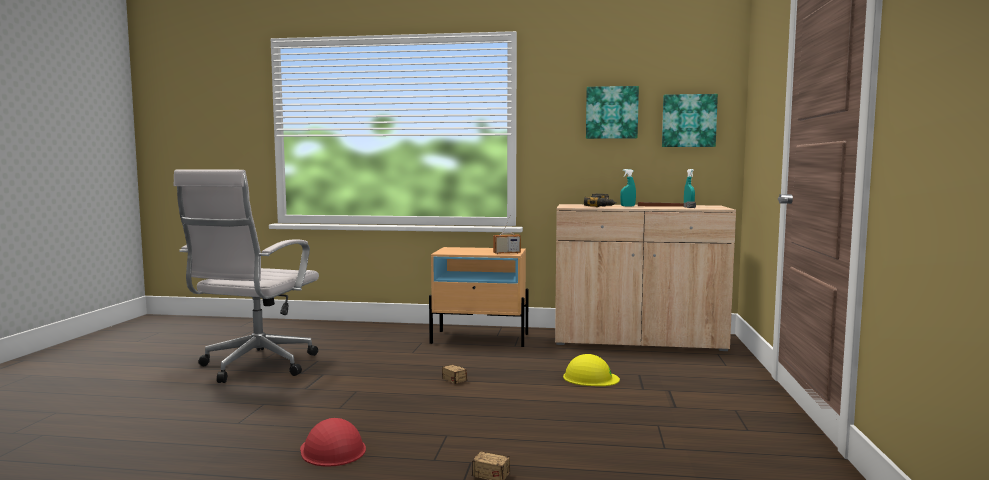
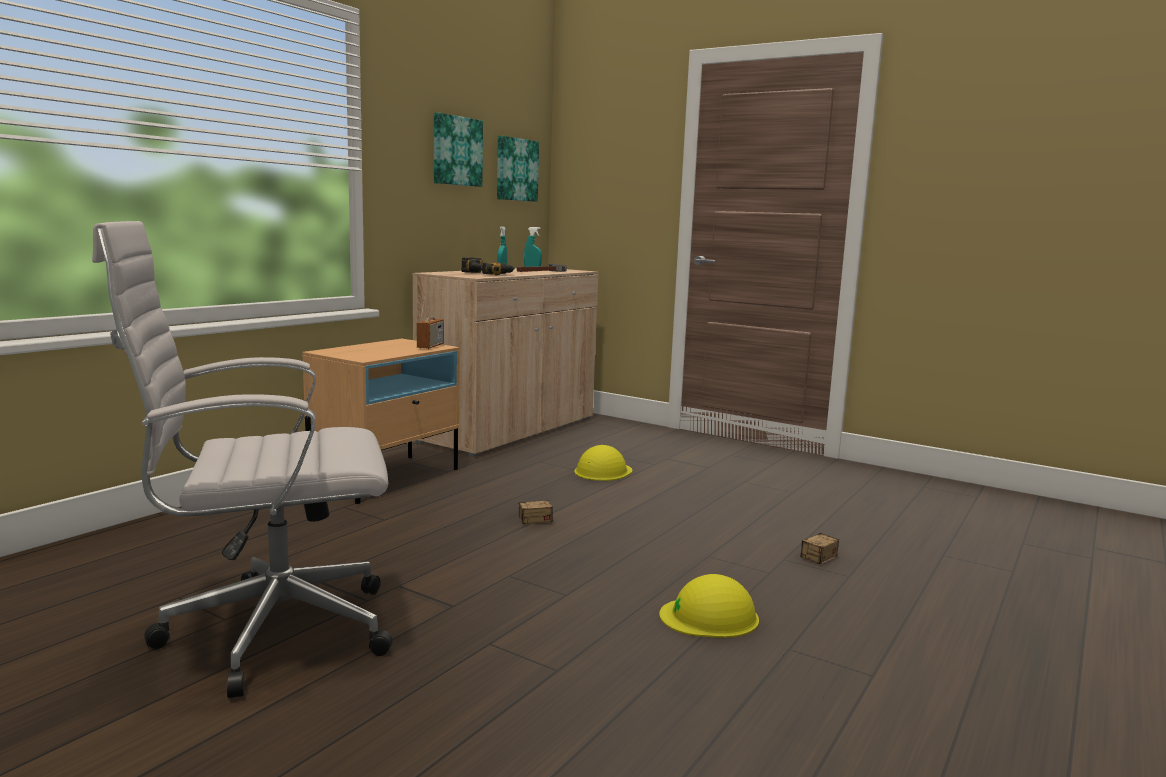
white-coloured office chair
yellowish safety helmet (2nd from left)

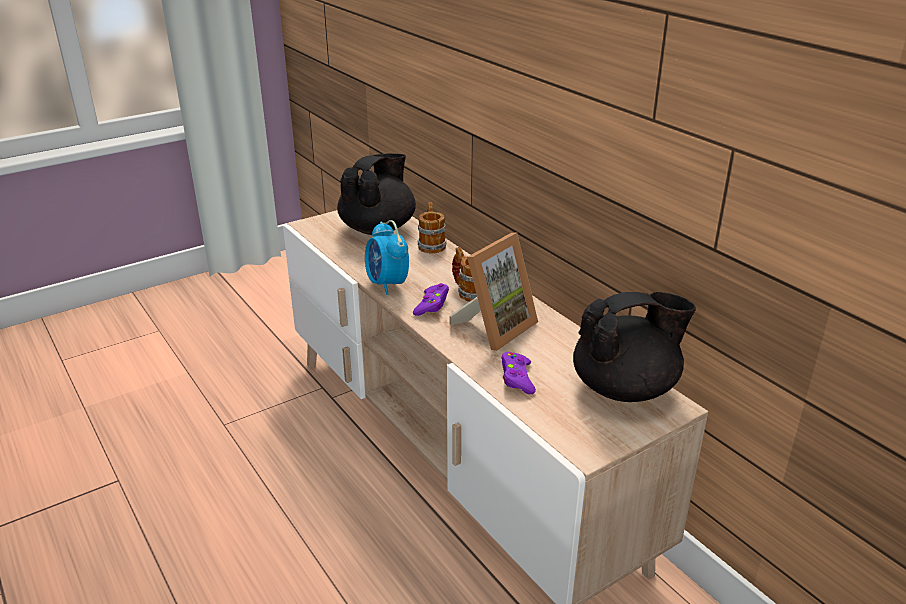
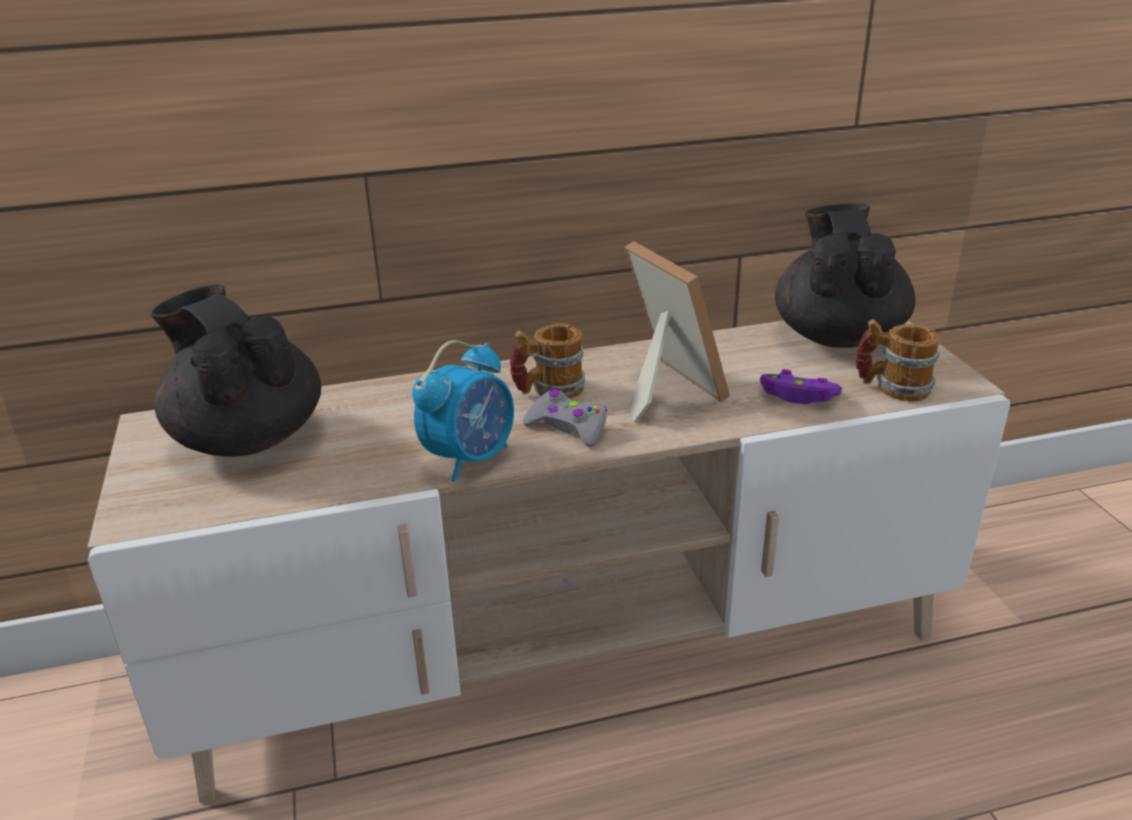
alarm clock
greyish joypad
mug (2nd from left)

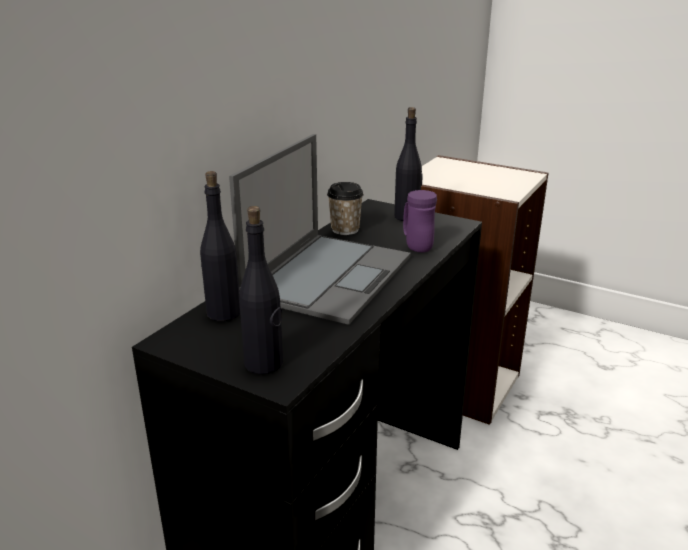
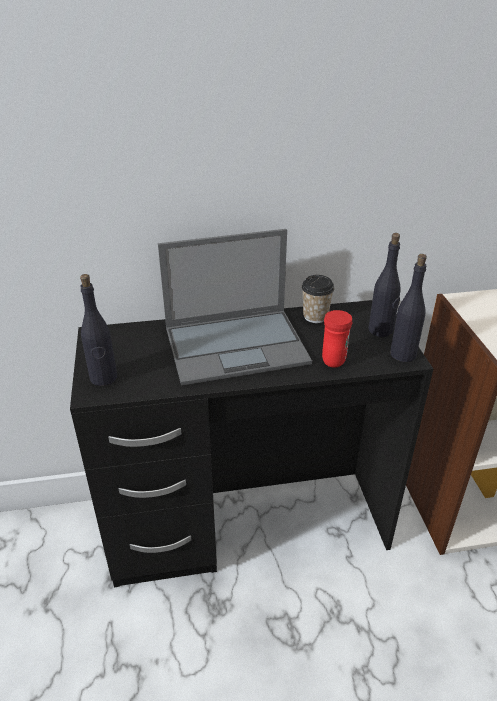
black beverage bottle (3rd from left)
reddish mug

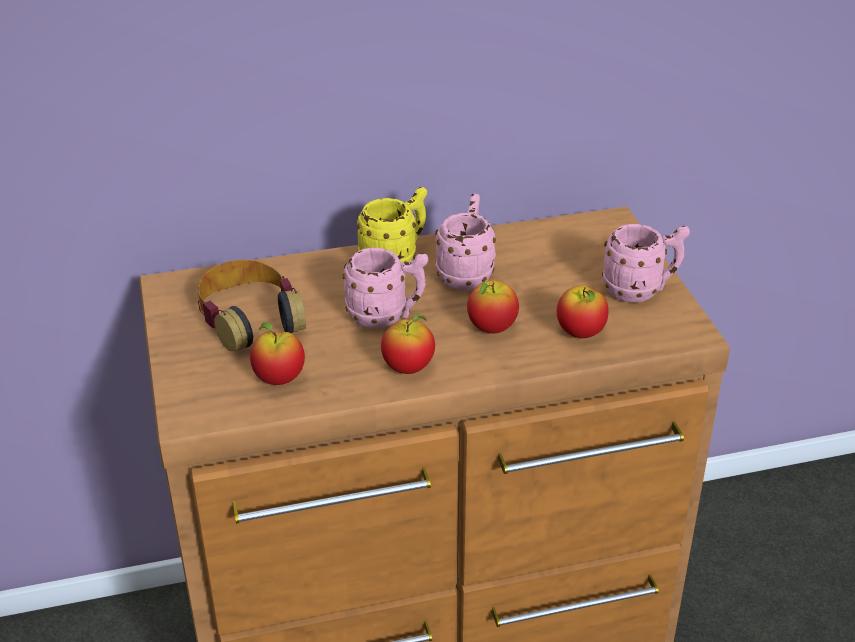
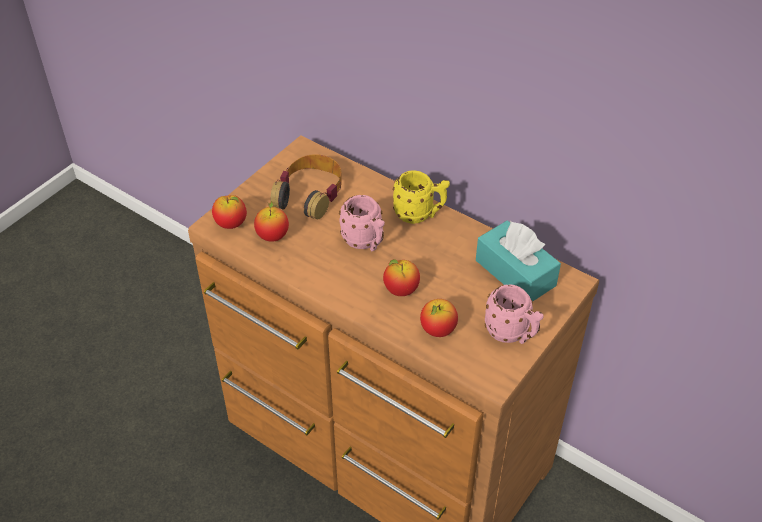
whole apple (1st from left)
pink-coloured mug (2nd from left in the first image)
turquoise-coloured tissue box

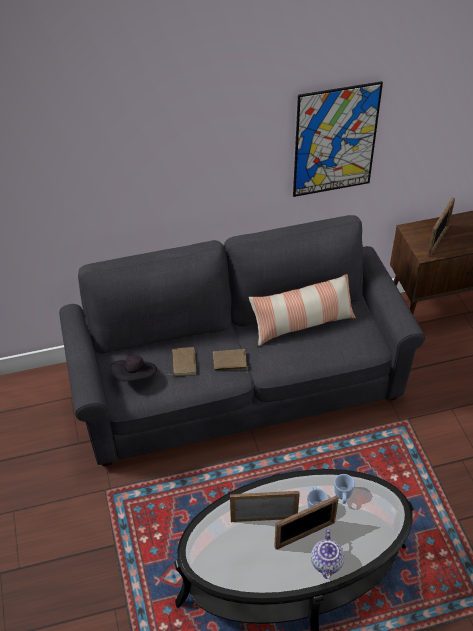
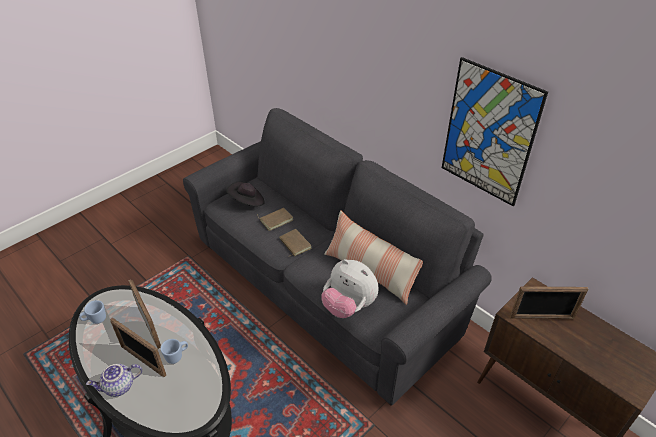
blue mug (1st from left)
plush toy

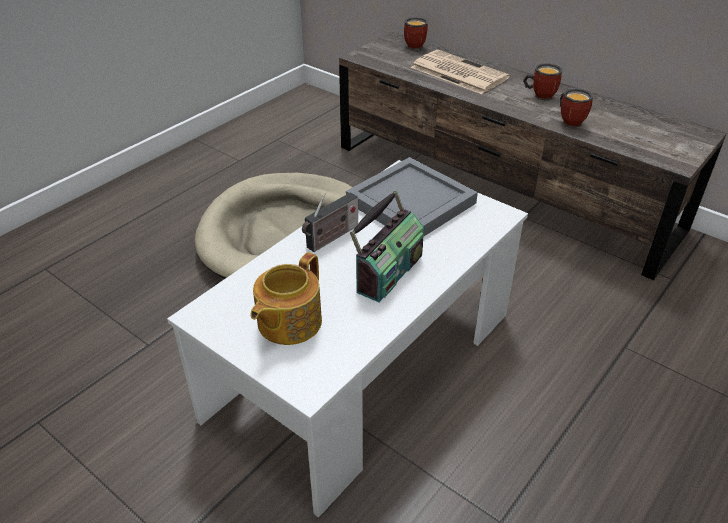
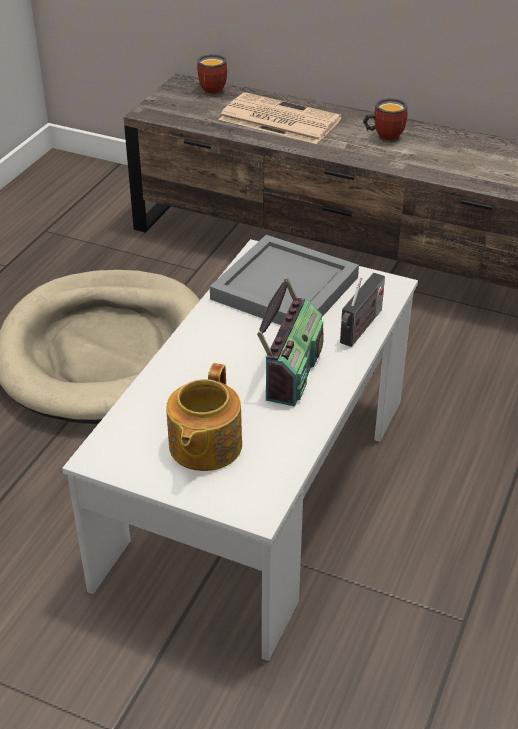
radio (2nd from left)
mug (3rd from left in the first image)

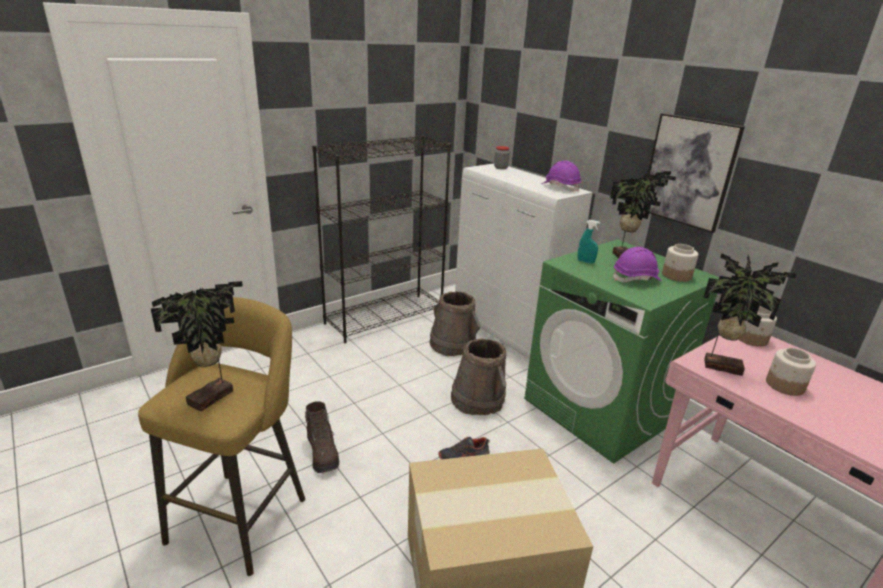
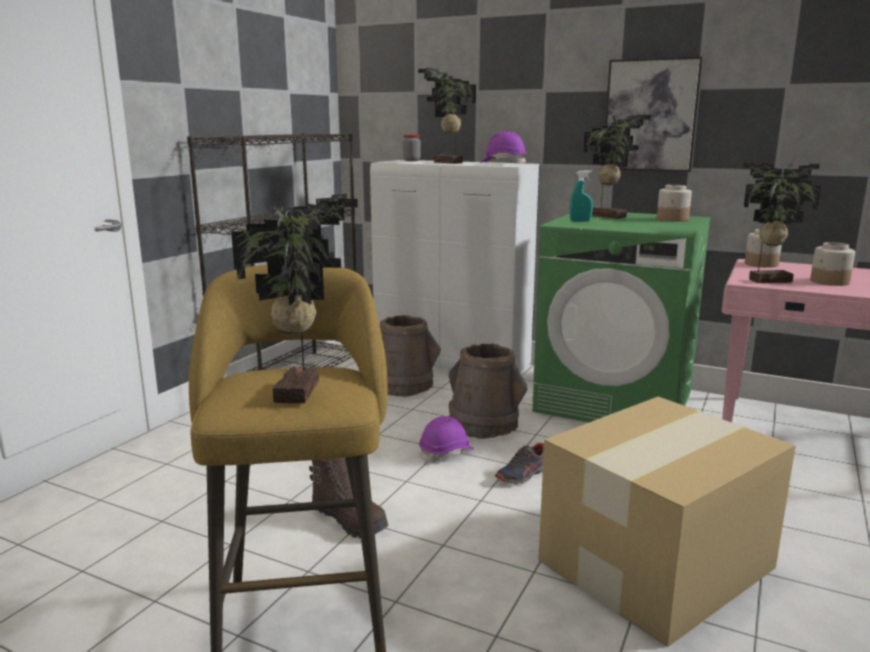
purple safety helmet (1st from left)
houseplant (2nd from left)

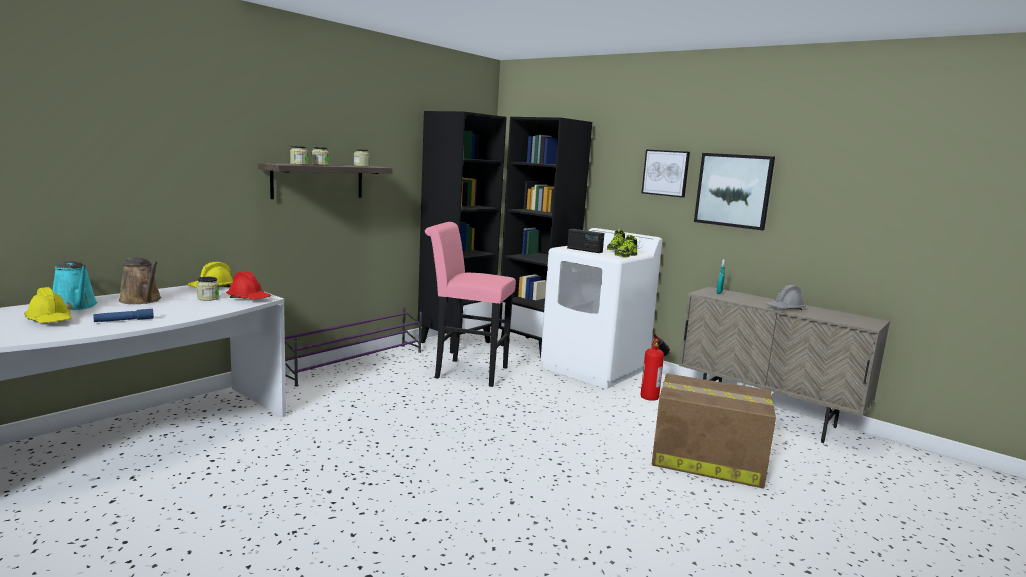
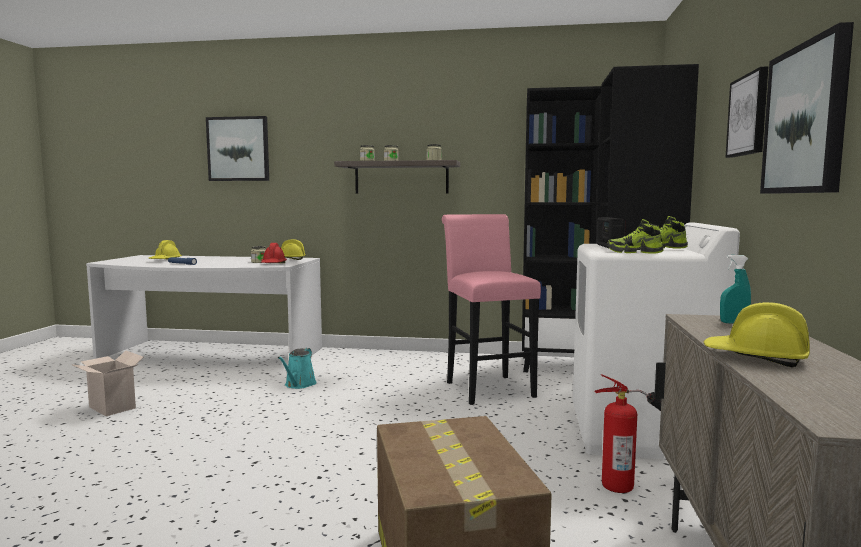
turquoise-coloured sprinkling can
brown sprinkling can
purple shoe rack
yellowish safety helmet (3rd from left)
cardboard box (1st from left)
picture (1st from left)

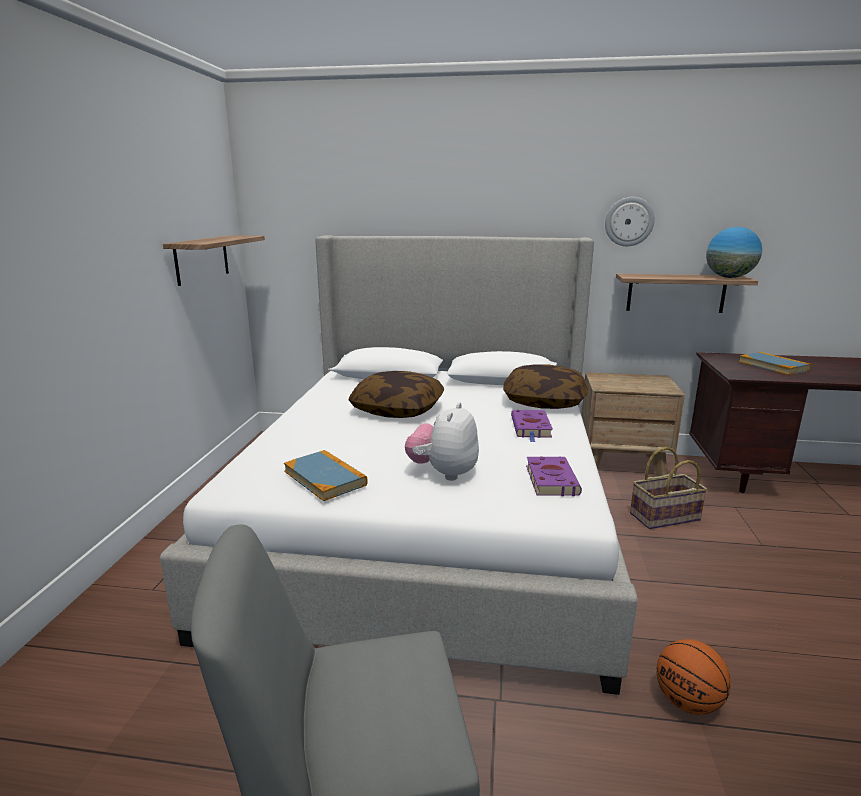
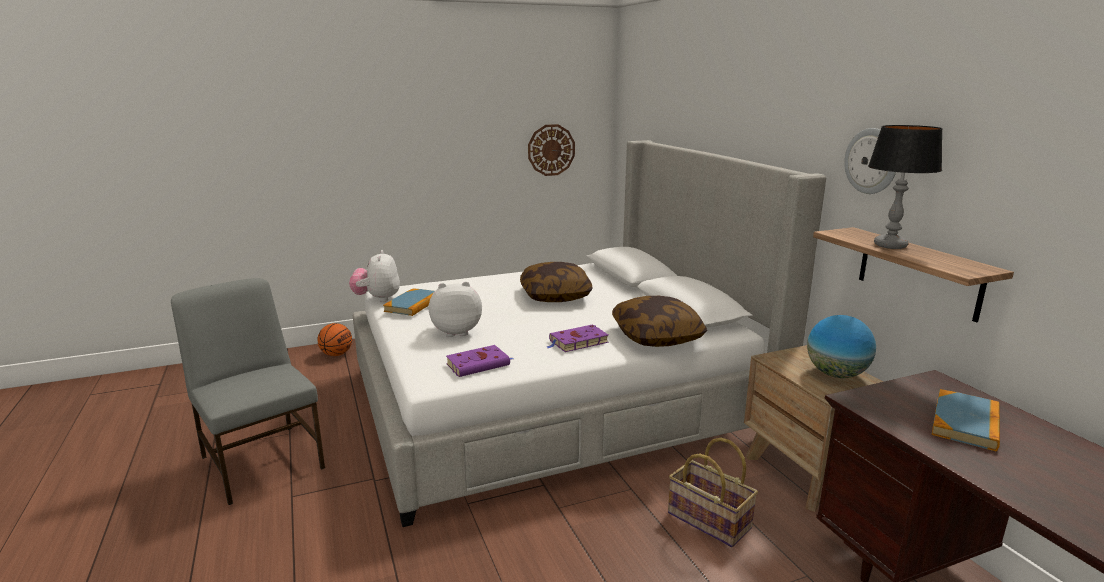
hanging clock (1st from left)
basketball ball
world globe
plush toy (1st from left)
tabletop lamp

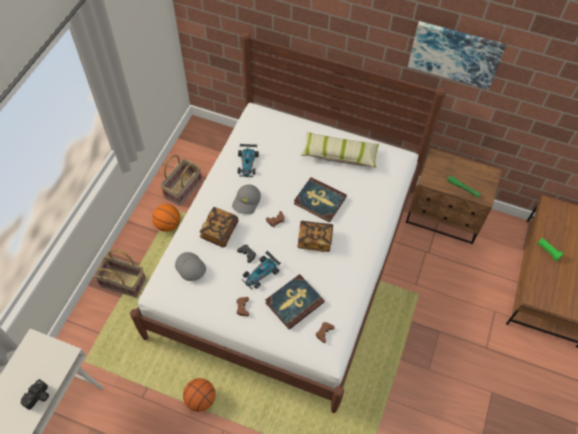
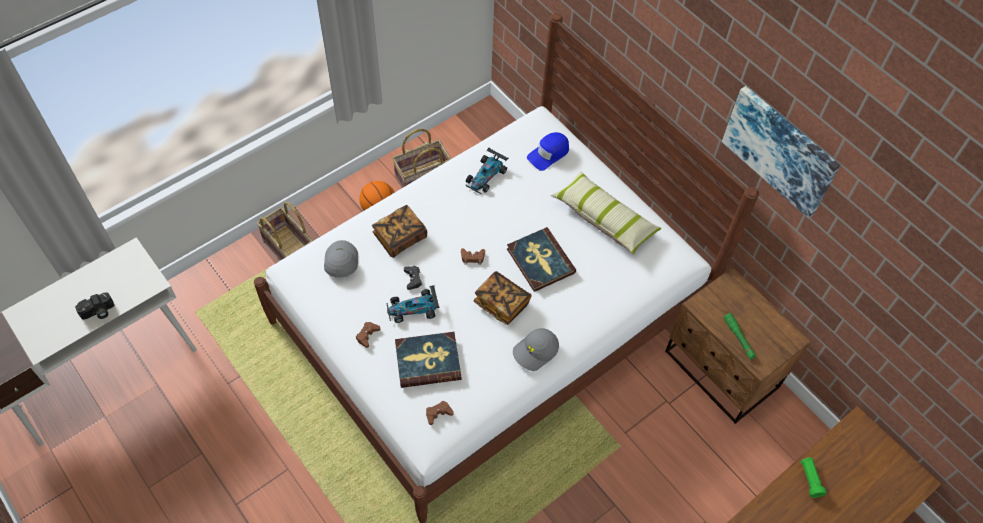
basketball ball (2nd from left in the first image)
greyish cap (2nd from left)
blue cap

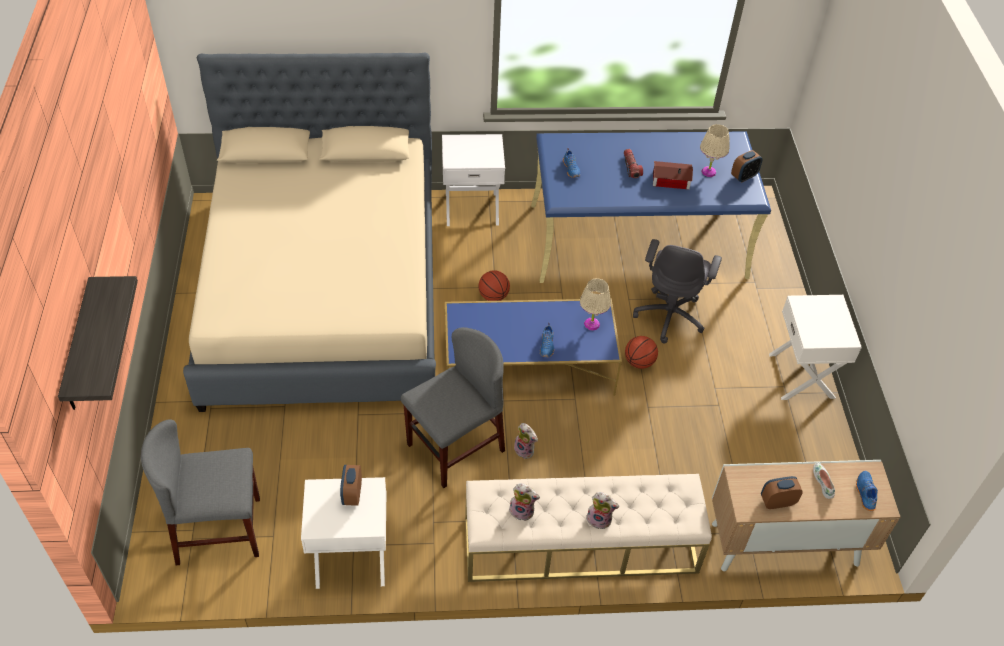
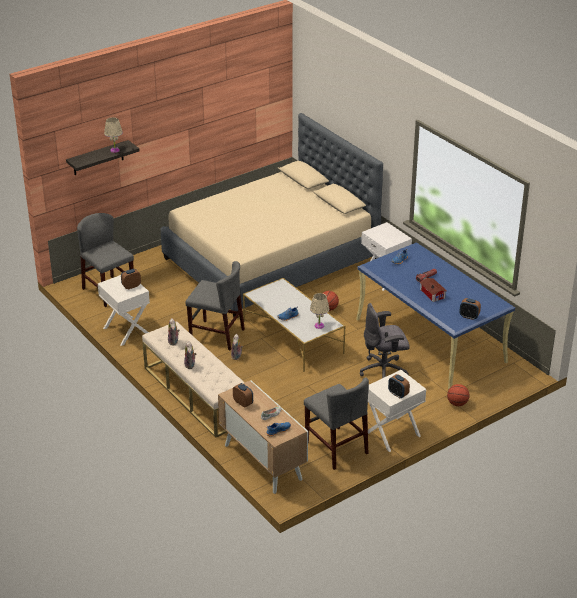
white-coloured lounge table
basketball ball (2nd from left)
beige-coloured tabletop lamp (1st from left)
greyish chair (3rd from left)
alarm clock (3rd from left)

